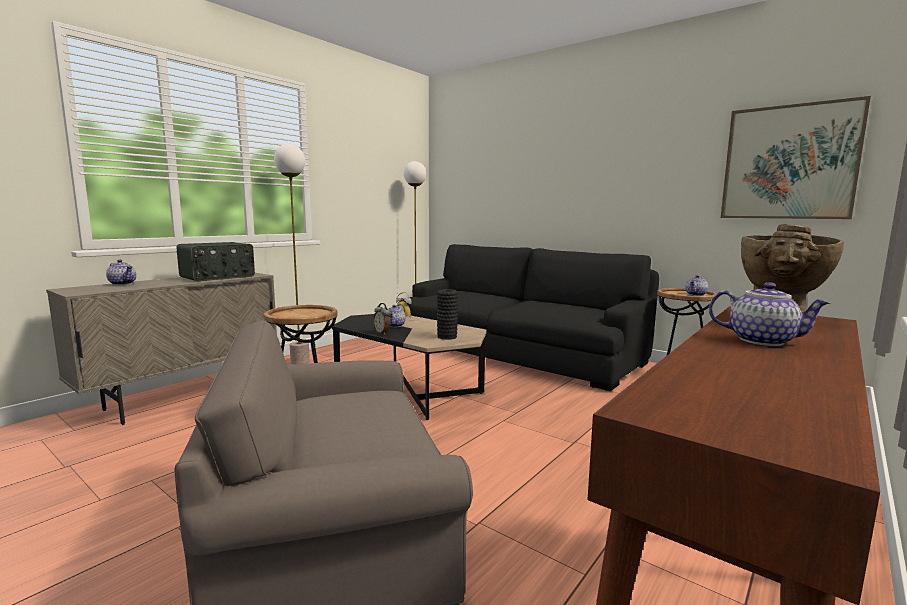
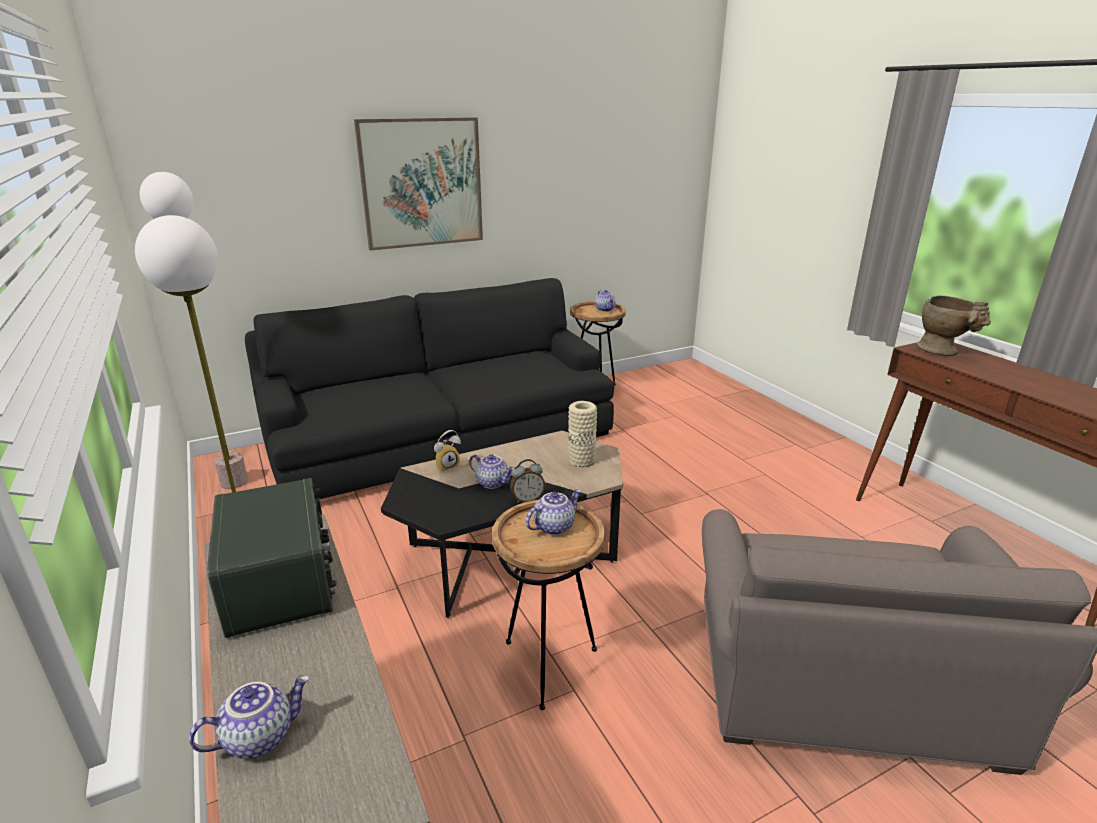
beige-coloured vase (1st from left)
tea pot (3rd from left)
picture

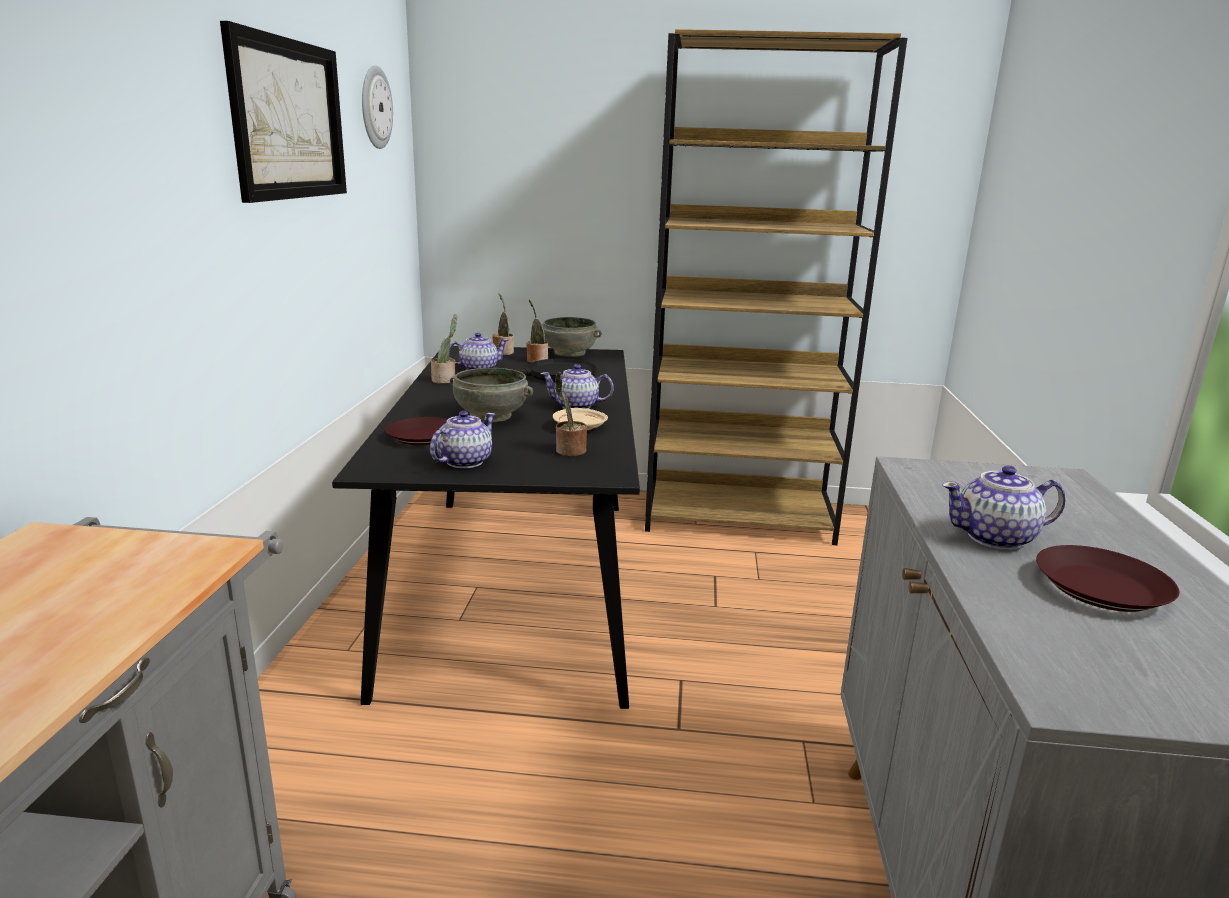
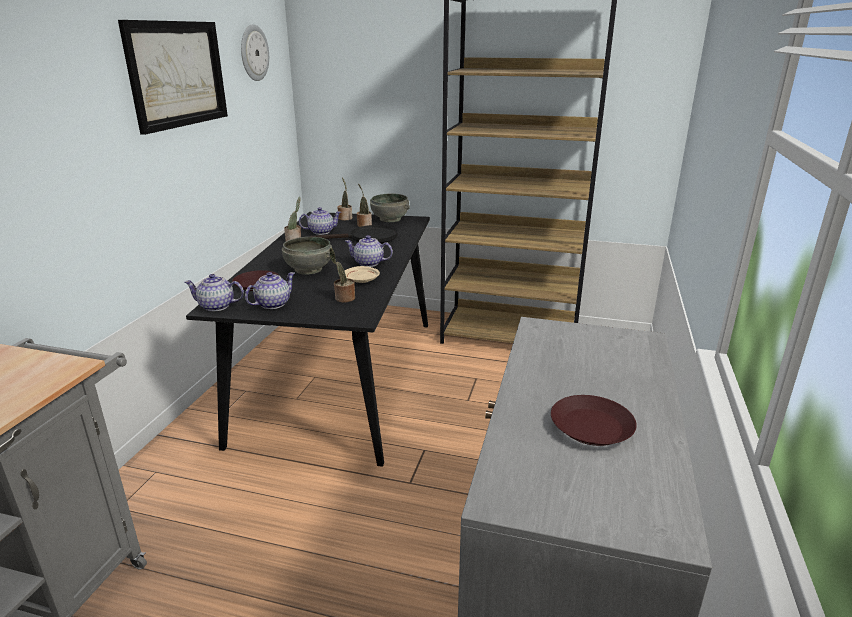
tea pot (1st from left)

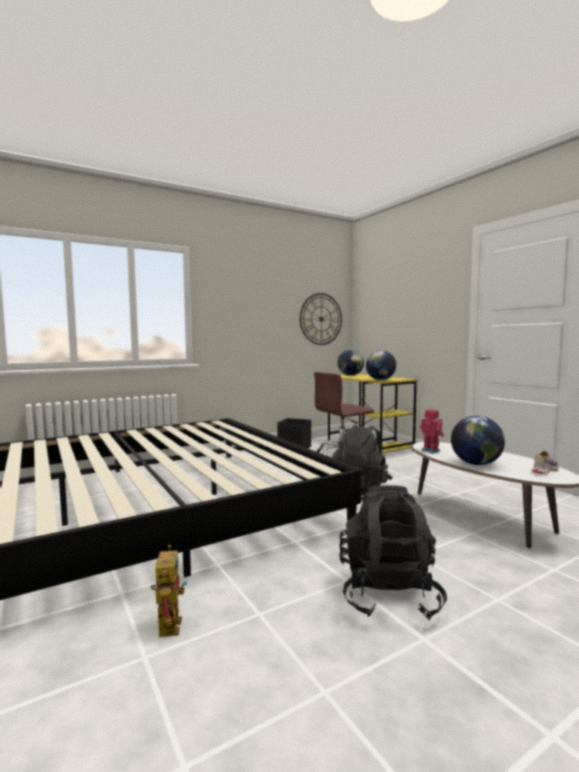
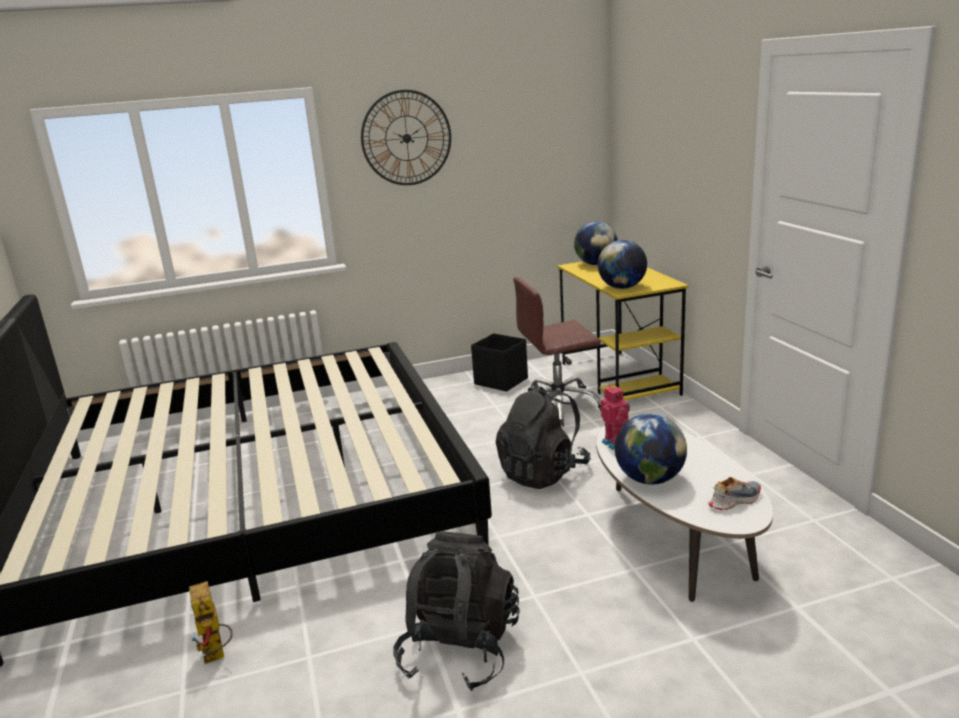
toy robot (1st from left)
hanging clock

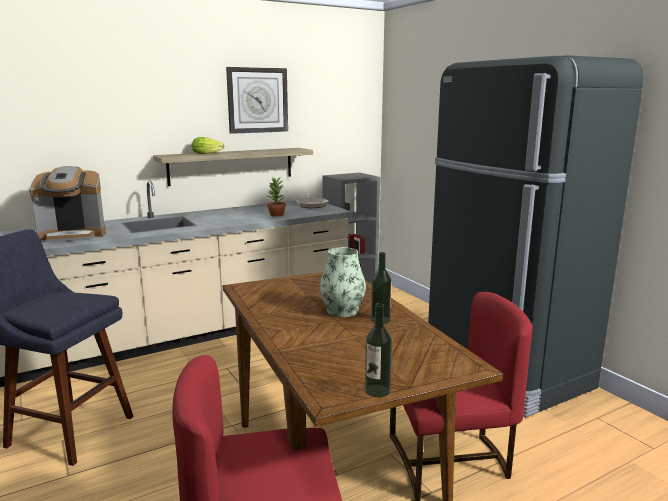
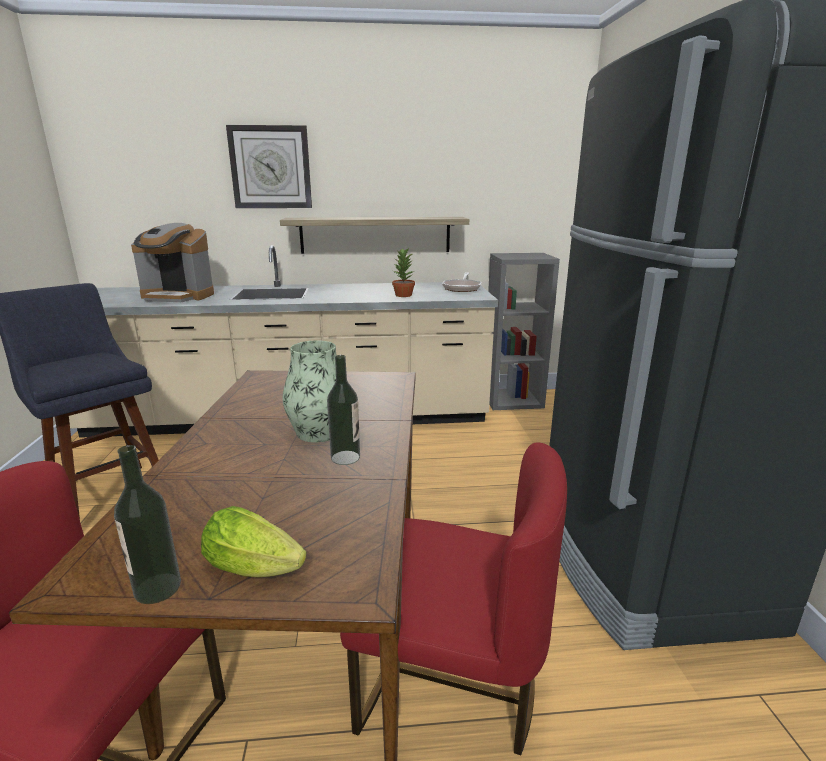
lettuce
hanging clock

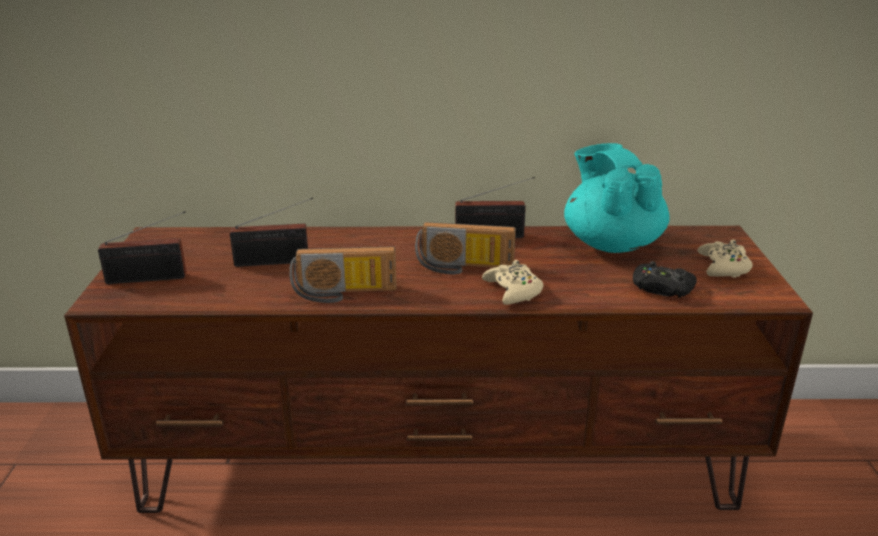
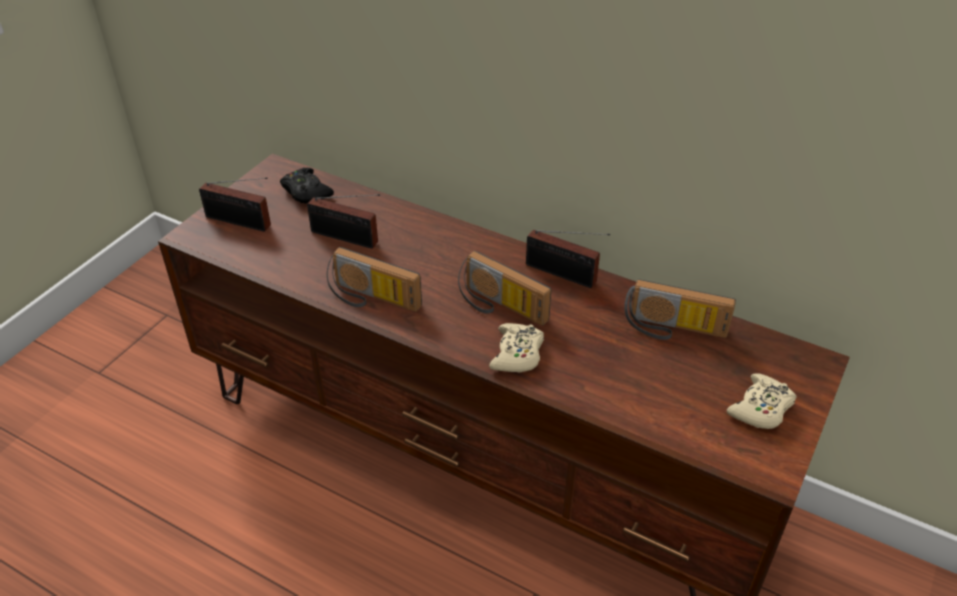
radio (6th from left)
black joypad

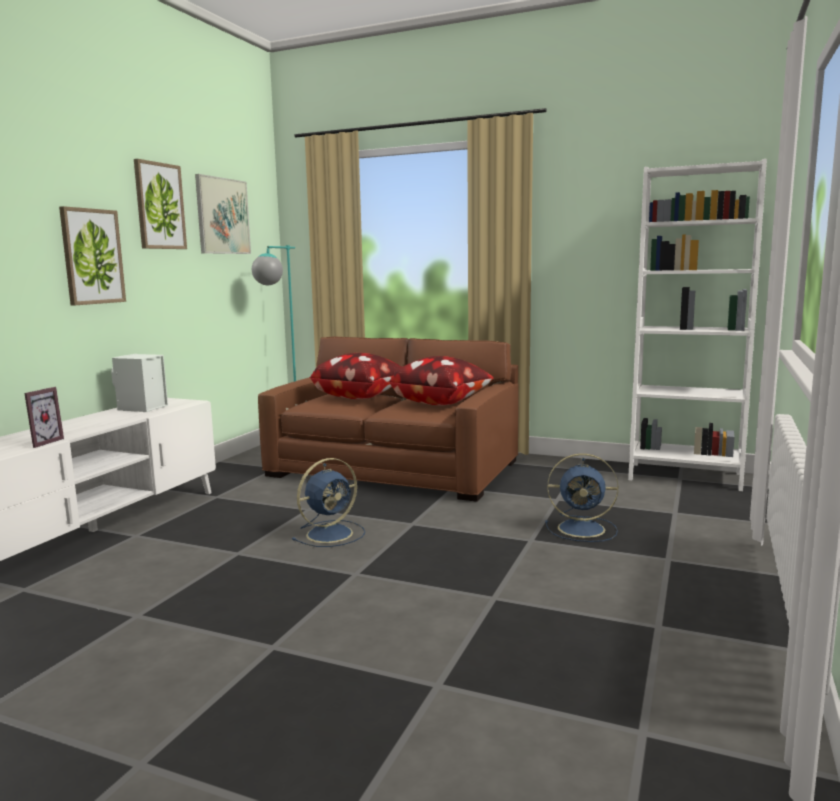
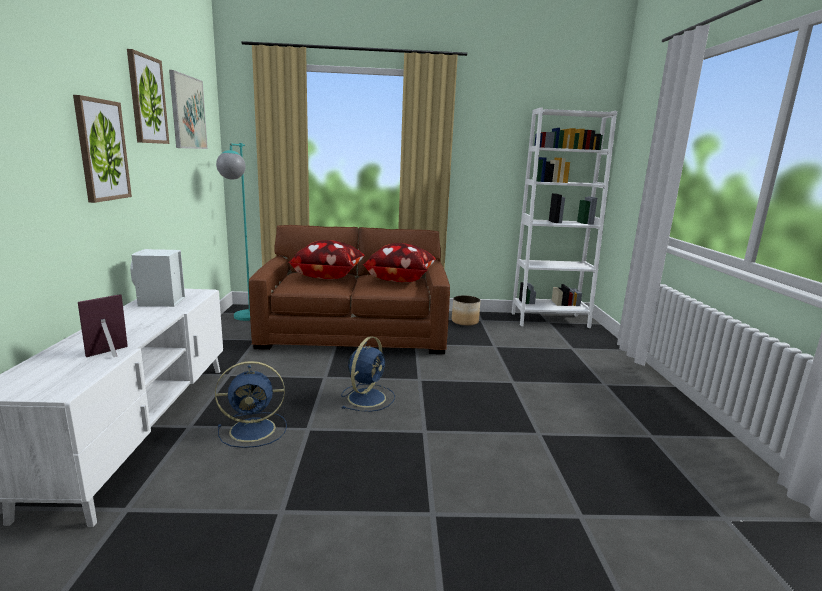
standing frame
blue electric fan (1st from left)
plant pot

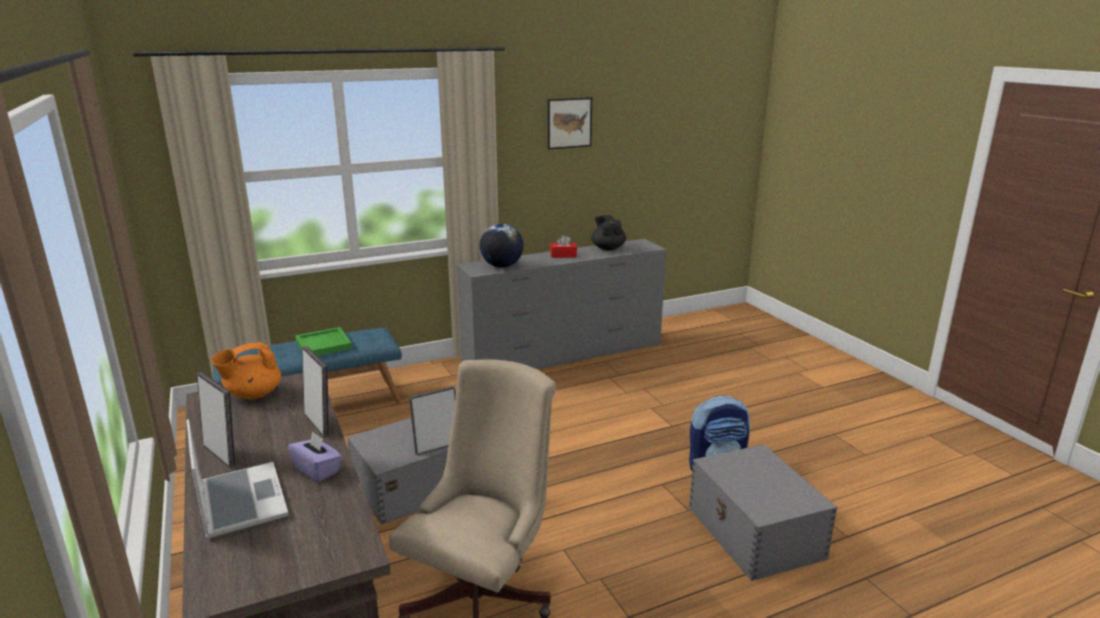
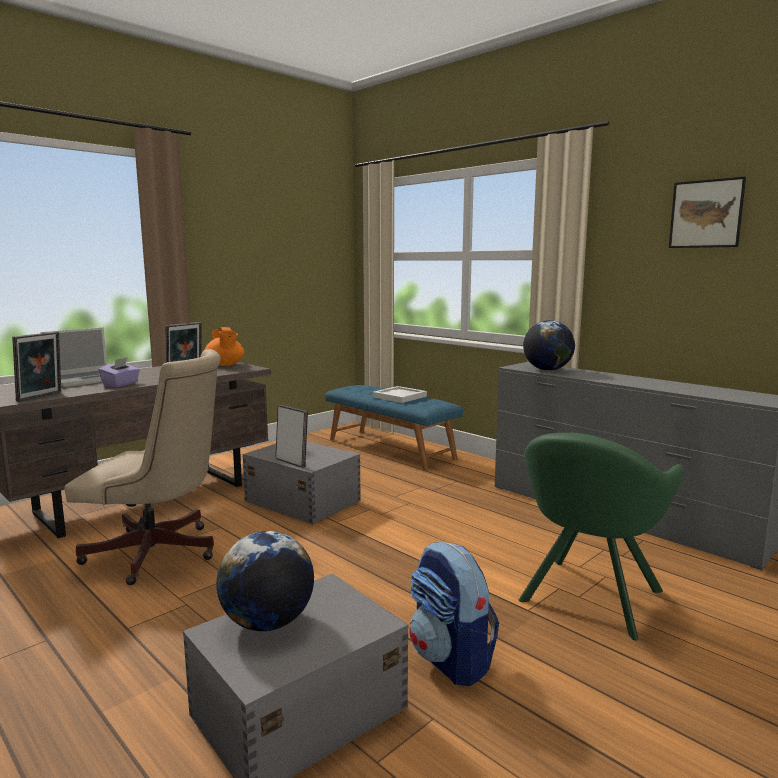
standing frame (1st from left)
orange tea pot
white-coloured carrying tray
reddish tissue box
black tea pot
world globe (1st from left)
green lounge chair

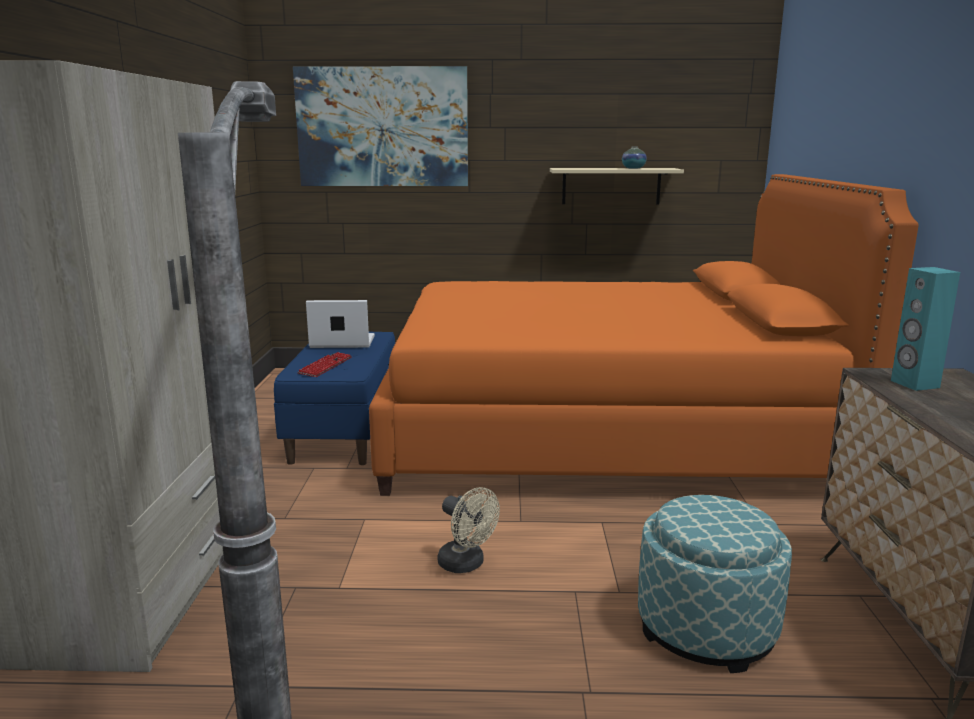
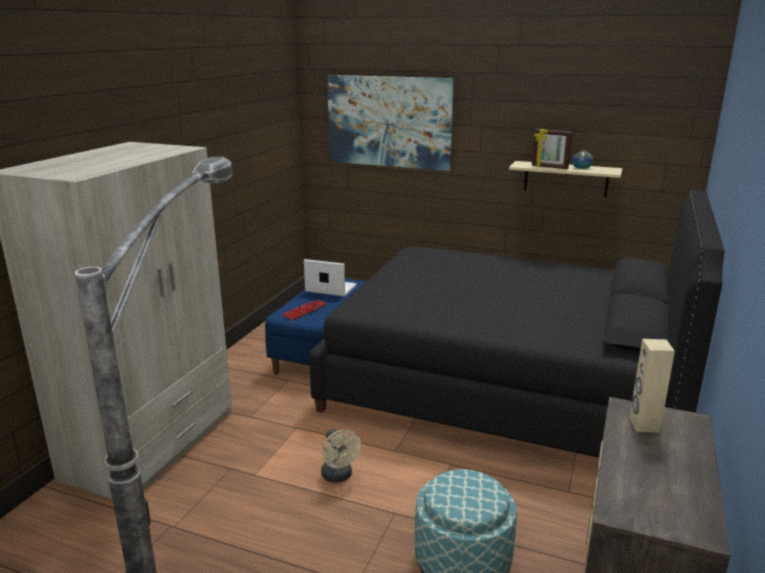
black bedroom bed
beige-coloured audio speaker
standing frame

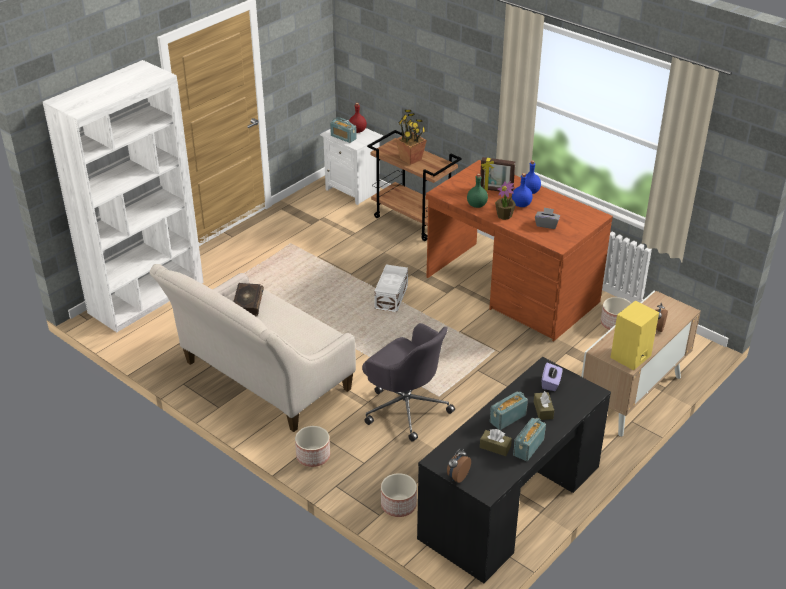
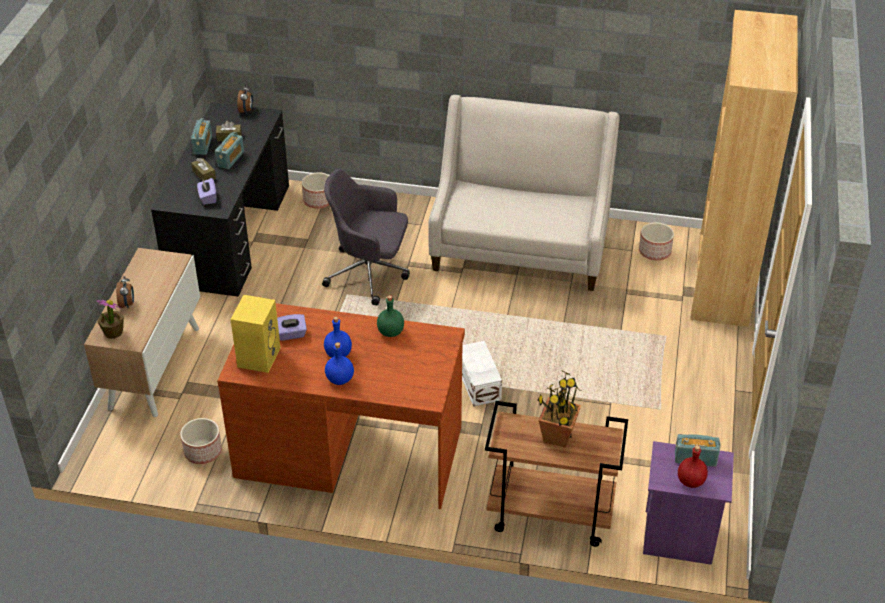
brown bookshelf
bound book
plant pot (3rd from left)
purple night table
standing frame
houseplant (1st from left)
purple tissue box (2nd from left)
yellowish audio speaker

